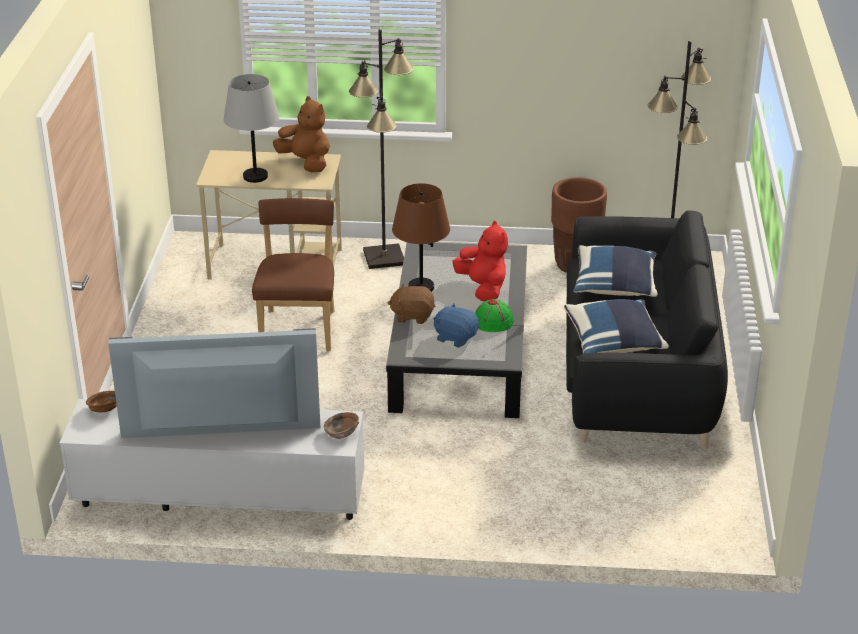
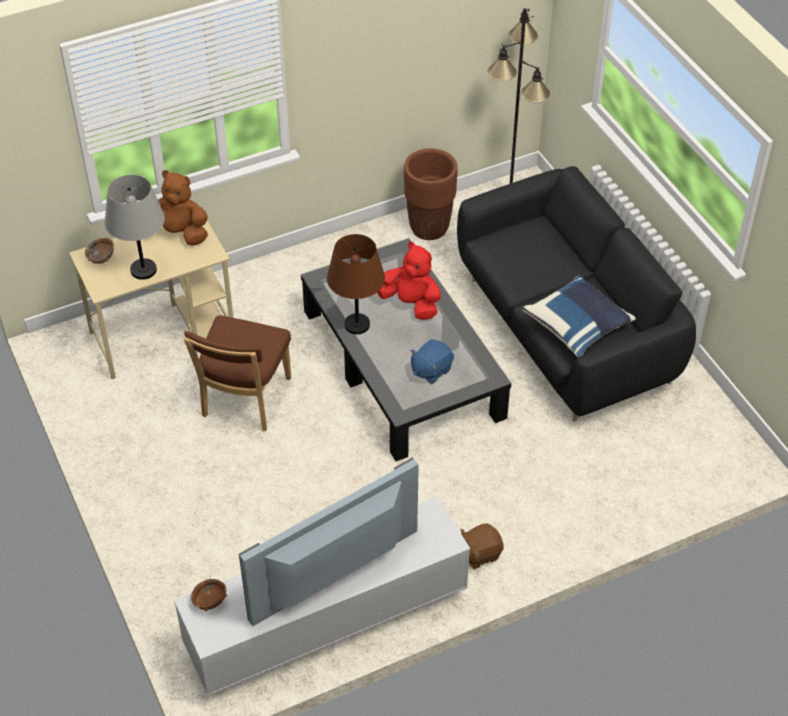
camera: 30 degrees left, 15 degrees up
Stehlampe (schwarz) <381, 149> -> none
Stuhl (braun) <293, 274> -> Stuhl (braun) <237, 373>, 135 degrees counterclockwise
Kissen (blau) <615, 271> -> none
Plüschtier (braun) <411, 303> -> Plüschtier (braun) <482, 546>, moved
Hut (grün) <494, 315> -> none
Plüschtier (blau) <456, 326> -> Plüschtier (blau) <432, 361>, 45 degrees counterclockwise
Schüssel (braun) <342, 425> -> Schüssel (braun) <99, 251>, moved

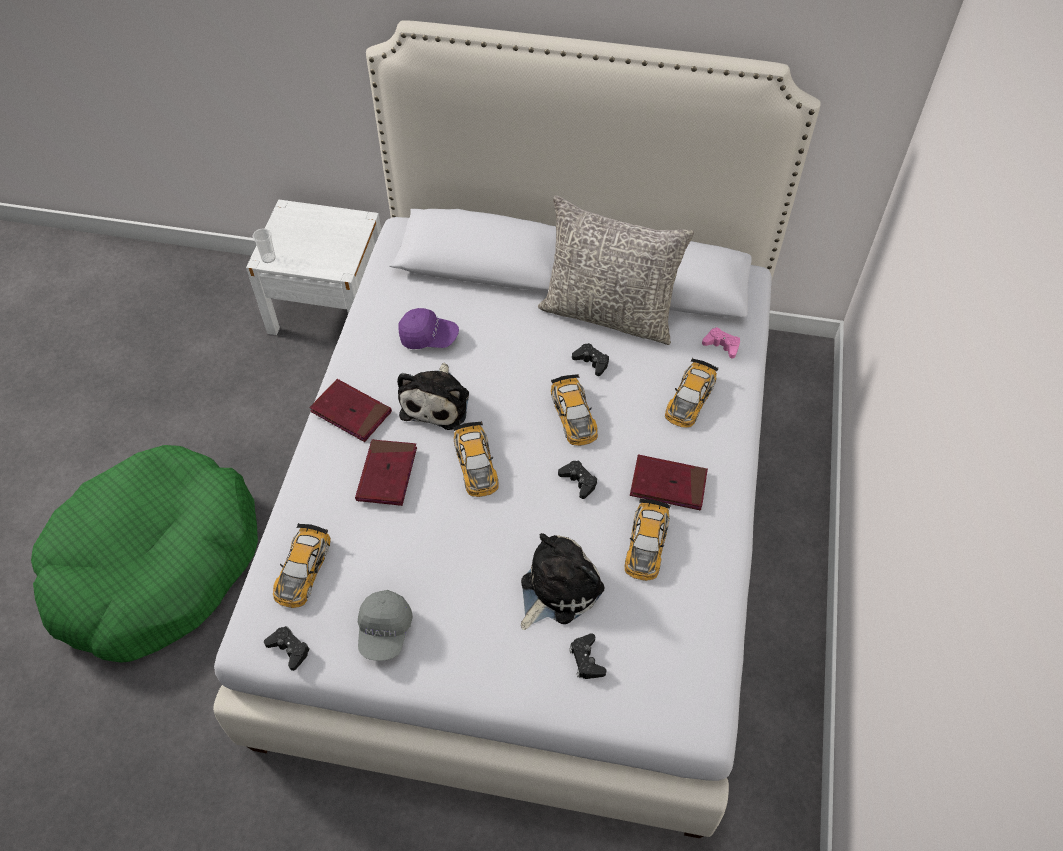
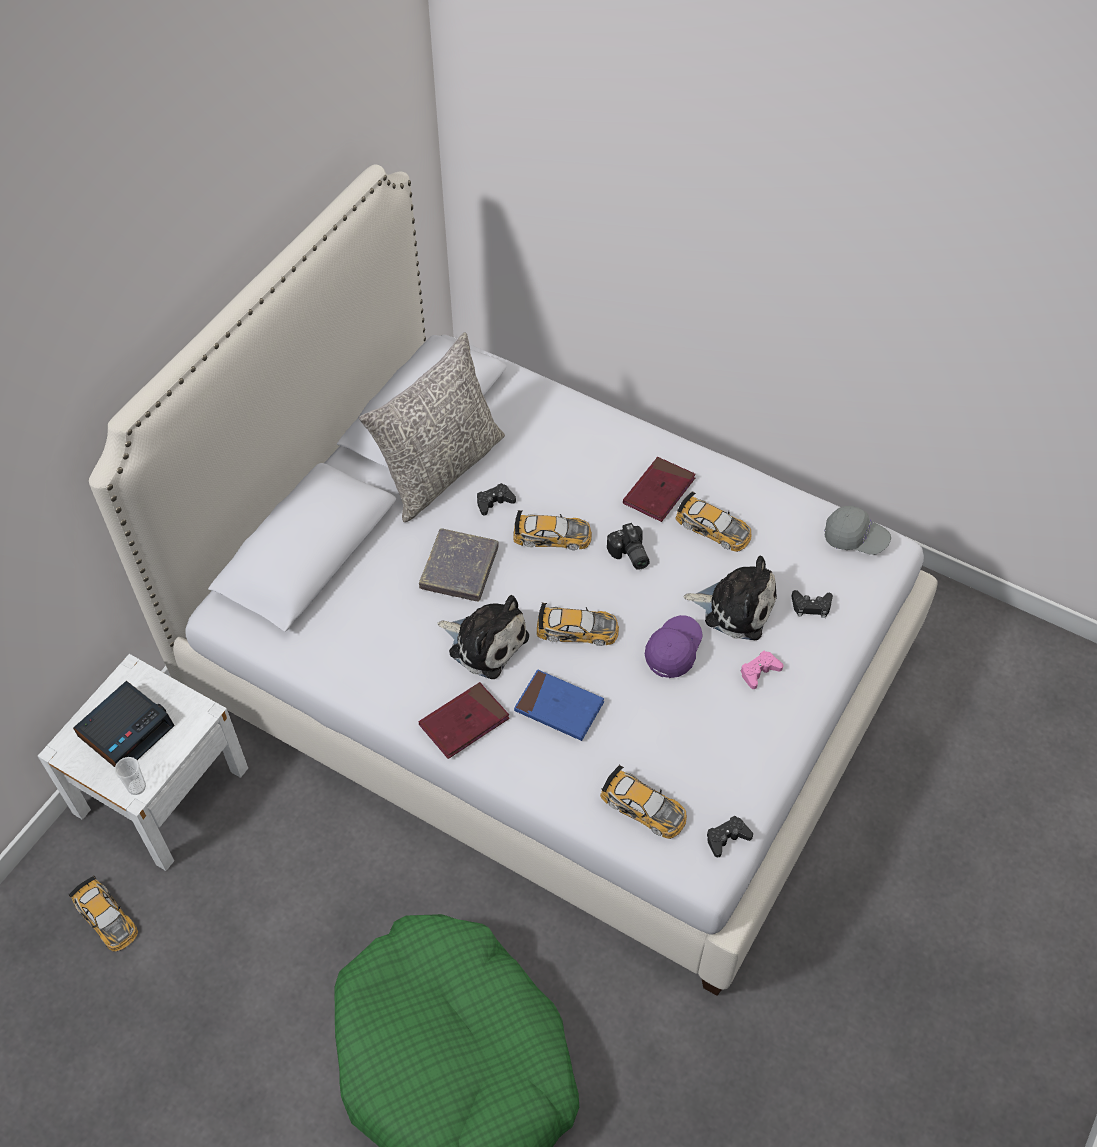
camera: 70 degrees left, 0 degrees up
Kappe (lila) <428, 328> -> Kappe (lila) <674, 646>, moved
Gamepad (rosa) <721, 342> -> Gamepad (rosa) <762, 670>, moved
Spielzeugauto <691, 393> -> Spielzeugauto <103, 913>, moved
Buch (rot) <386, 472> -> Buch (blau) <559, 705>
Gamepad (schwarz) <577, 479> -> Kamera <628, 546>
Plüschtier <562, 581> -> Plüschtier <730, 598>, 135 degrees clockwise
Kappe (grau) <385, 625> -> Kappe (grau) <857, 530>, moved
none -> Buch (grau) <459, 564>
none -> Wecker <124, 724>

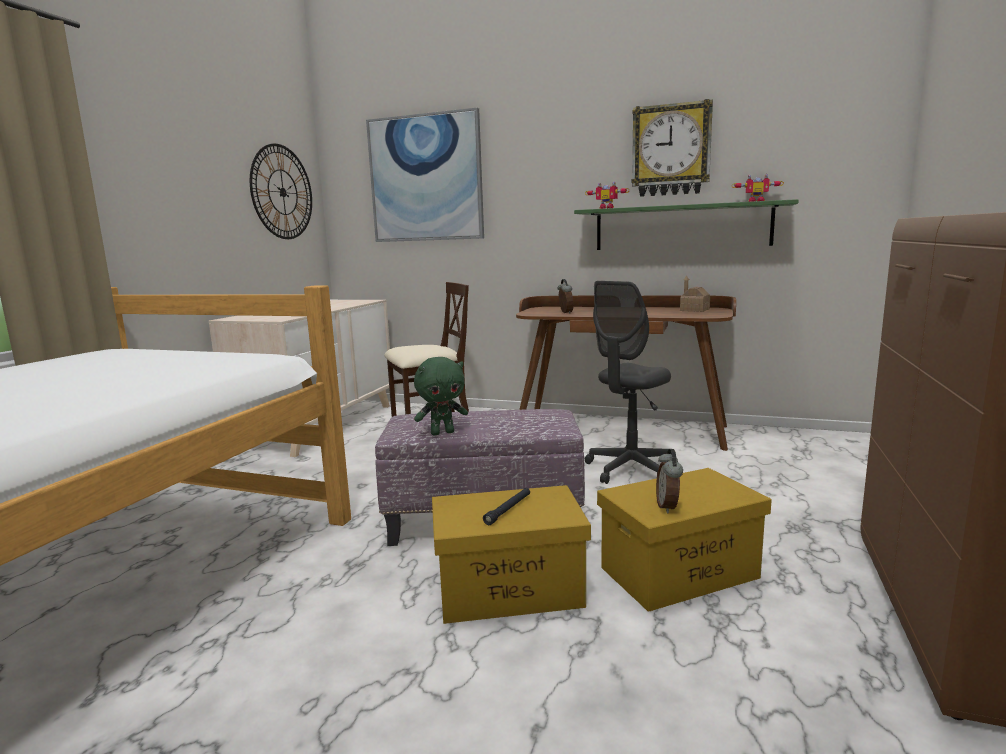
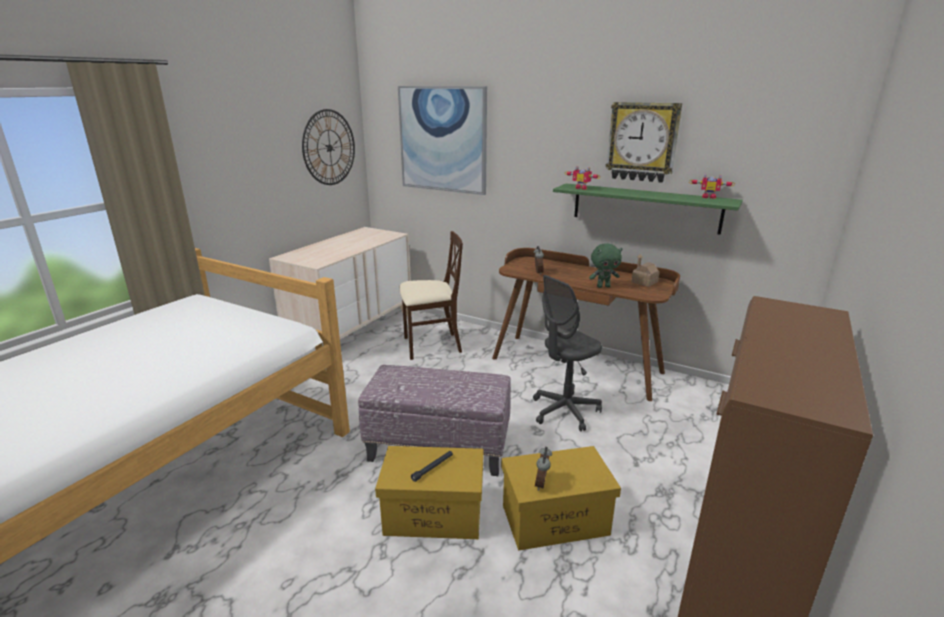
camera: 10 degrees right, 10 degrees up
Plüschtier (grün) <441, 396> -> Plüschtier (grün) <606, 265>, moved

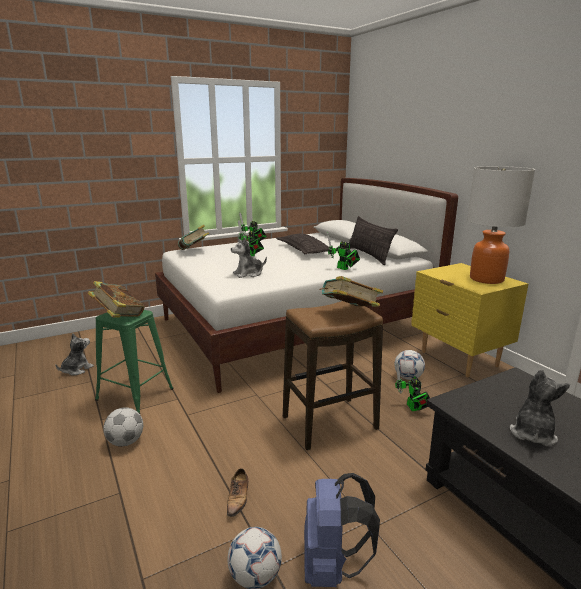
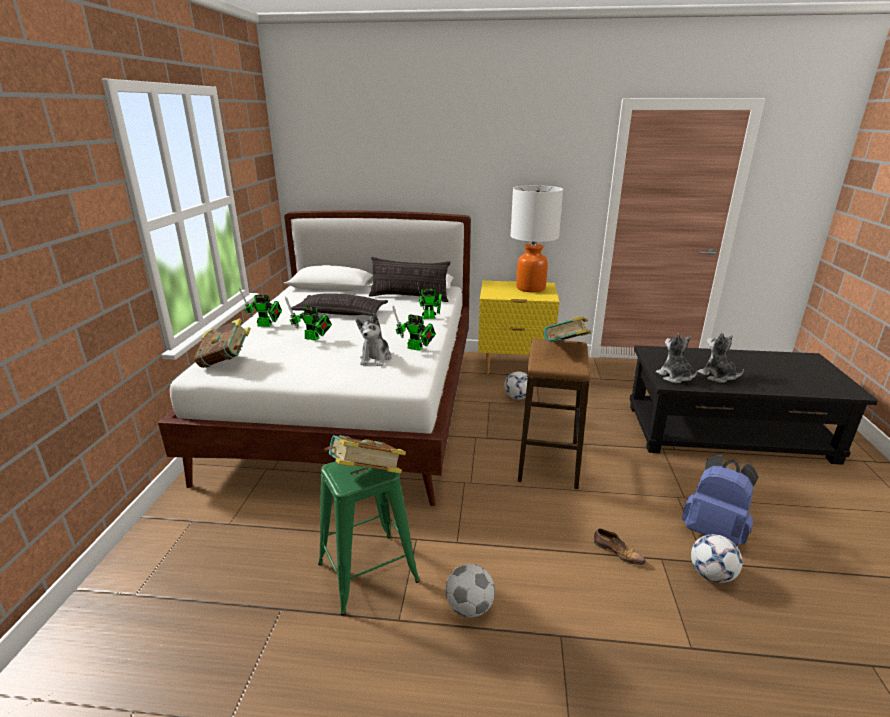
camera: 55 degrees left, 5 degrees up
Plüschtier <74, 354> -> Plüschtier <676, 358>, moved
Spielzeugroboter <412, 387> -> Spielzeugroboter <414, 328>, moved

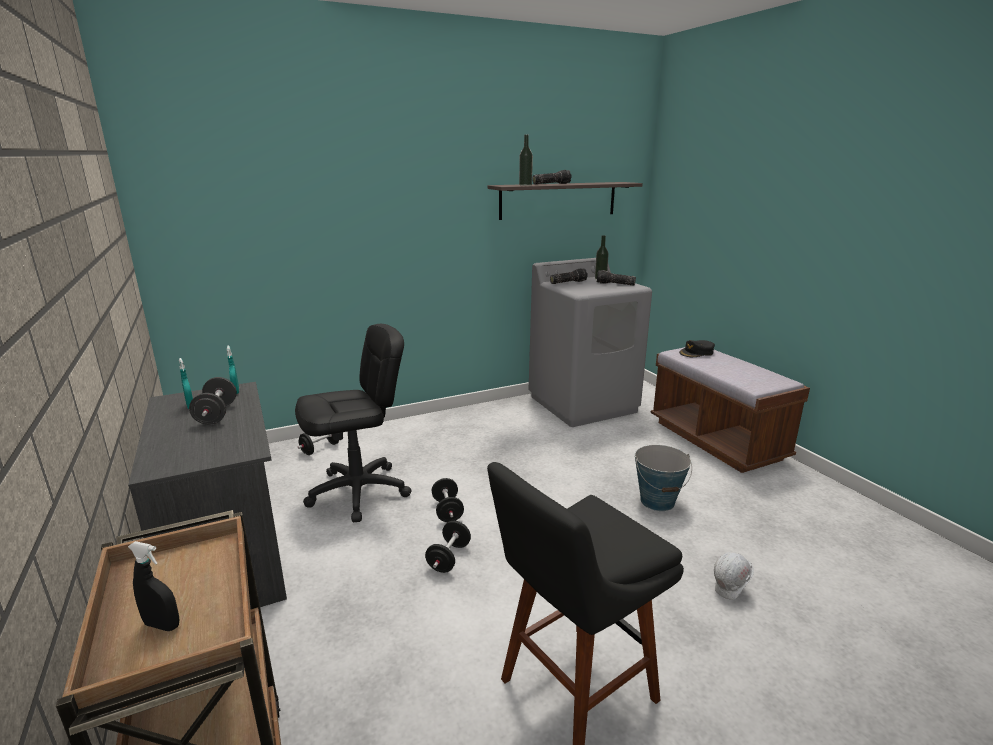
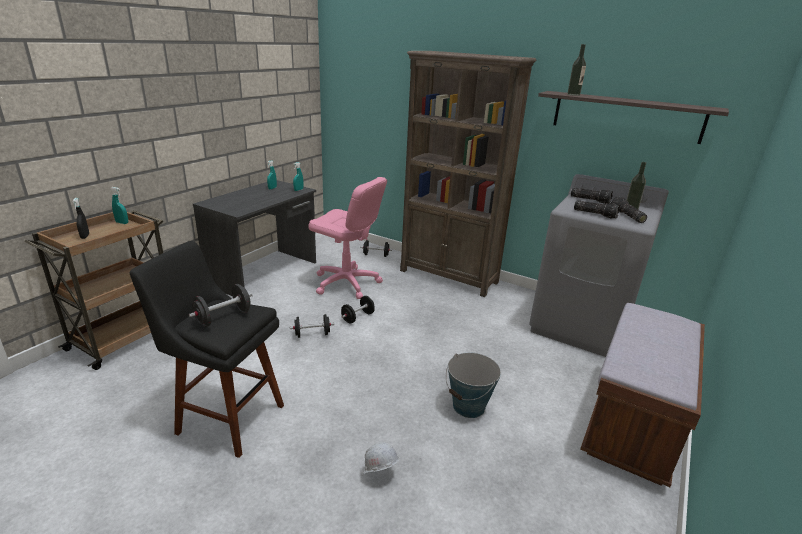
camera: 55 degrees right, 5 degrees up
Taschenlampe <552, 177> -> Taschenlampe <597, 209>, moved
Bürostuhl (schwarz) <353, 423> -> Bürostuhl (rosa) <347, 238>
Kappe (schwarz) <697, 348> -> none
Hantel (schwarz) <213, 401> -> Hantel (schwarz) <221, 305>, moved
none -> Bücherregal (braun) <468, 174>
none -> Sprühflasche (türkis) <119, 205>

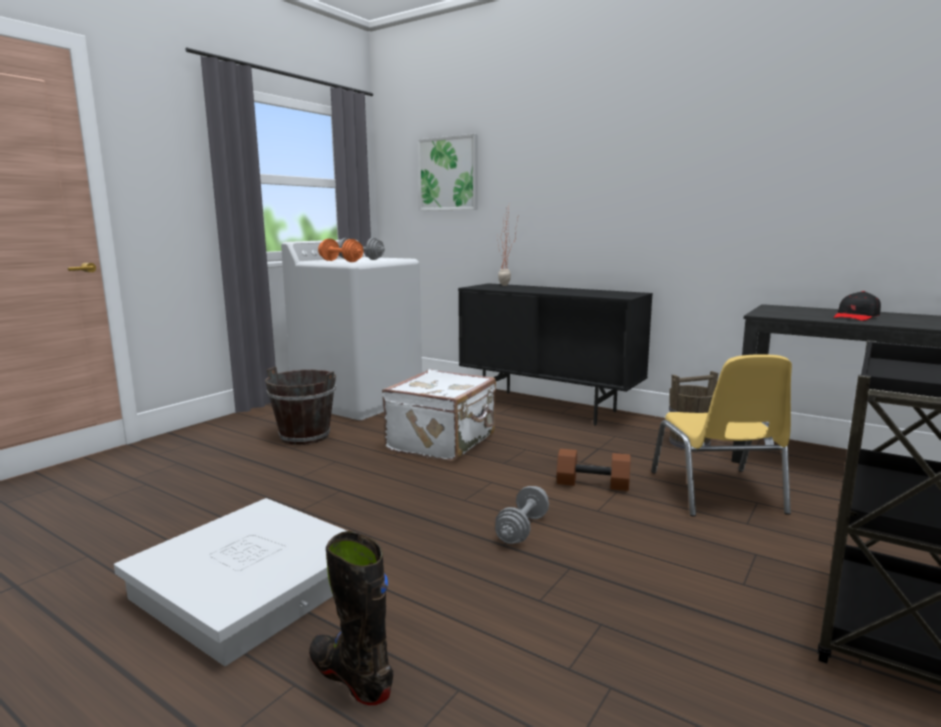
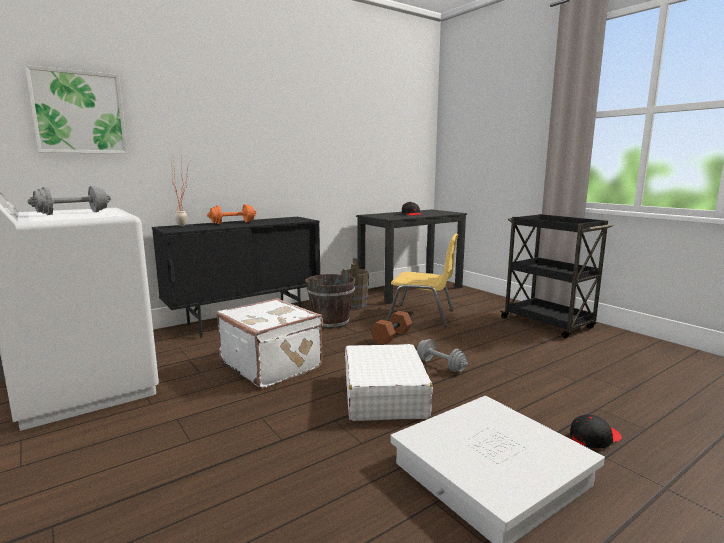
camera: 70 degrees left, 0 degrees up
Hantel (orange) <341, 250> -> Hantel (orange) <232, 214>, moved
Eimer (braun) <300, 406> -> Eimer (braun) <331, 299>, moved
Stiefel (schwarz) <351, 618> -> Kappe (schwarz) <596, 431>
none -> Koffer (weiß) <389, 382>

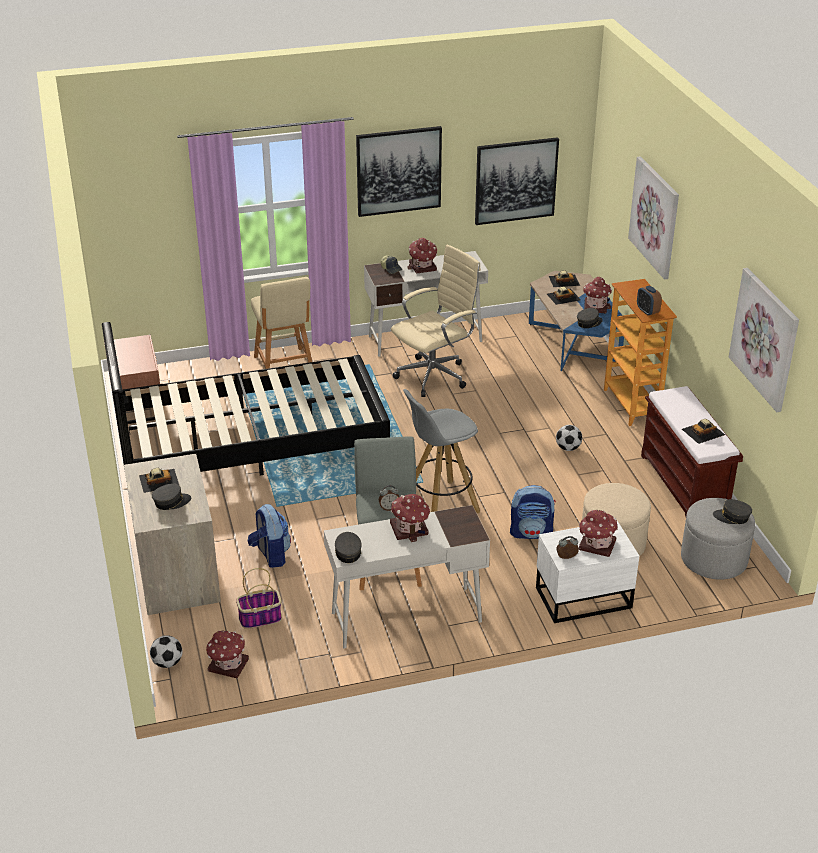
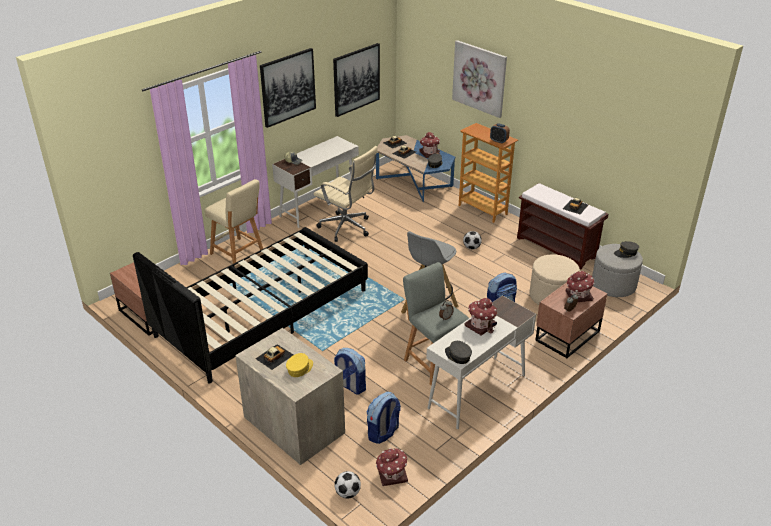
camera: 30 degrees left, 0 degrees up
Spielzeughaus <422, 256> -> none
Bürostuhl (beige) <436, 320> -> Bürostuhl (beige) <346, 194>, 105 degrees clockwise
Bild <764, 340> -> none
Kappe (grau) <171, 496> -> Kappe (gelb) <299, 365>
Nachttisch (weiß) <587, 572> -> Nachttisch (braun) <571, 320>
Korb <259, 598> -> Rucksack <384, 418>

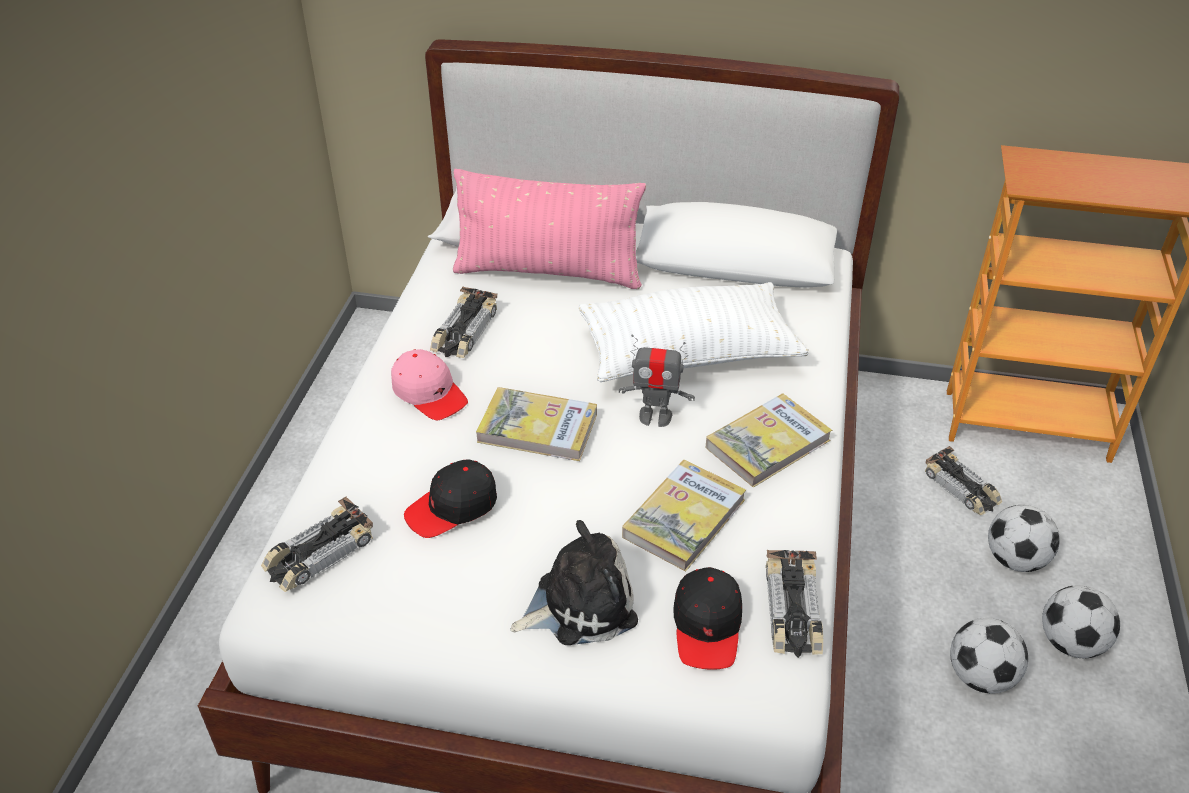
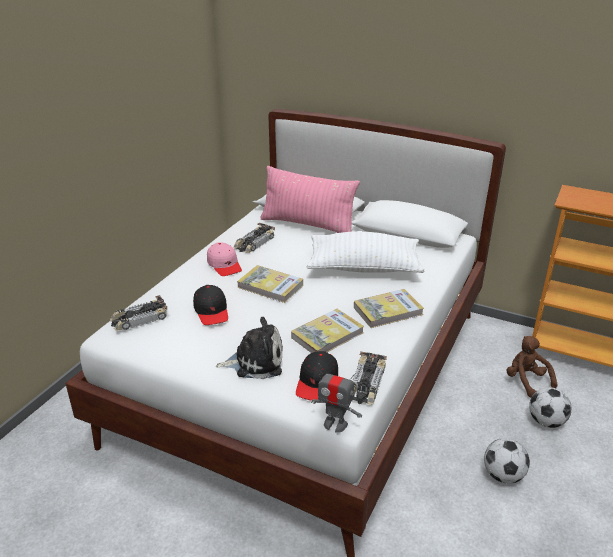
camera: 15 degrees right, 10 degrees down
Spielzeugroboter <657, 380> -> Spielzeugroboter <336, 398>, moved
Spielzeugauto <963, 480> -> Plüschtier (braun) <532, 366>
Kappe (schwarz) <450, 498> -> Kappe (schwarz) <210, 305>, 90 degrees counterclockwise
Fußball <1081, 621> -> none

